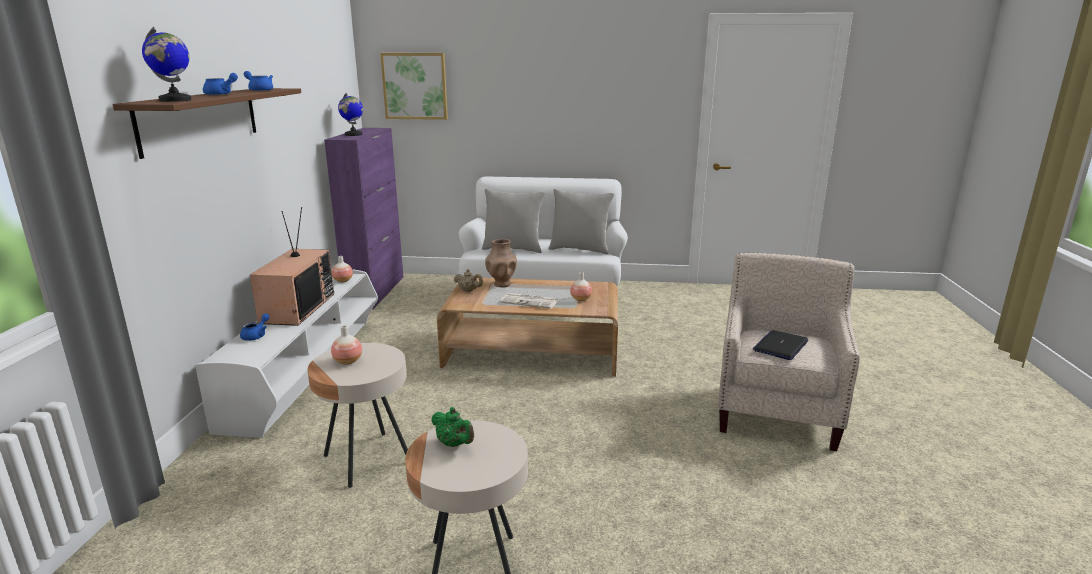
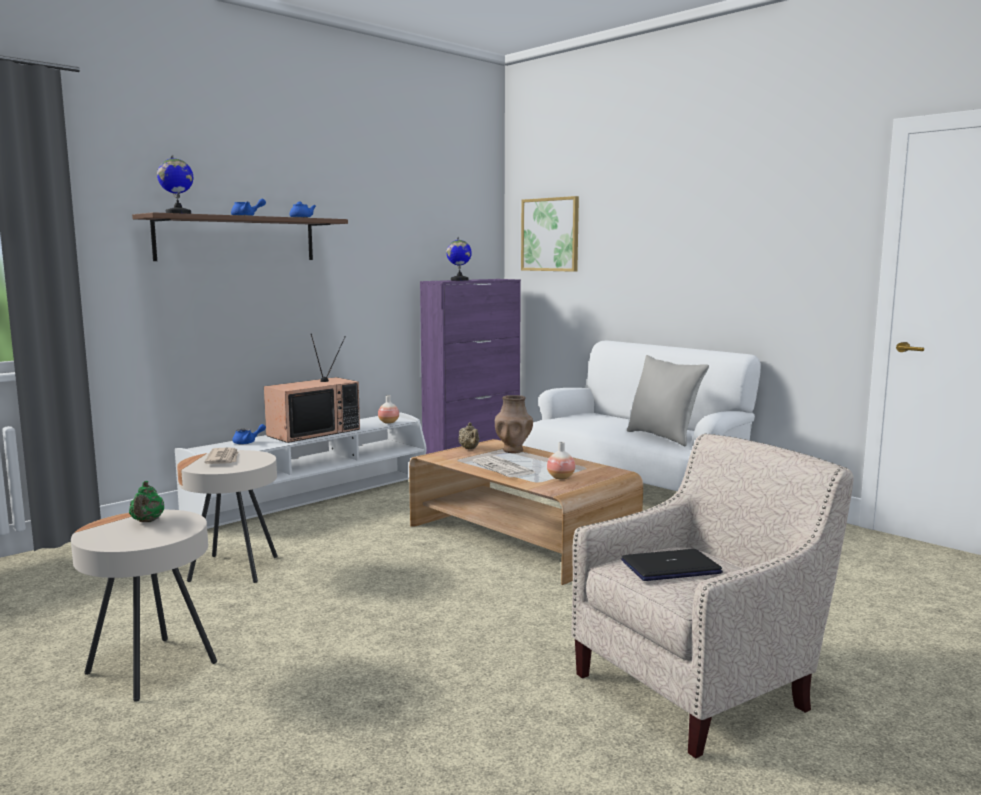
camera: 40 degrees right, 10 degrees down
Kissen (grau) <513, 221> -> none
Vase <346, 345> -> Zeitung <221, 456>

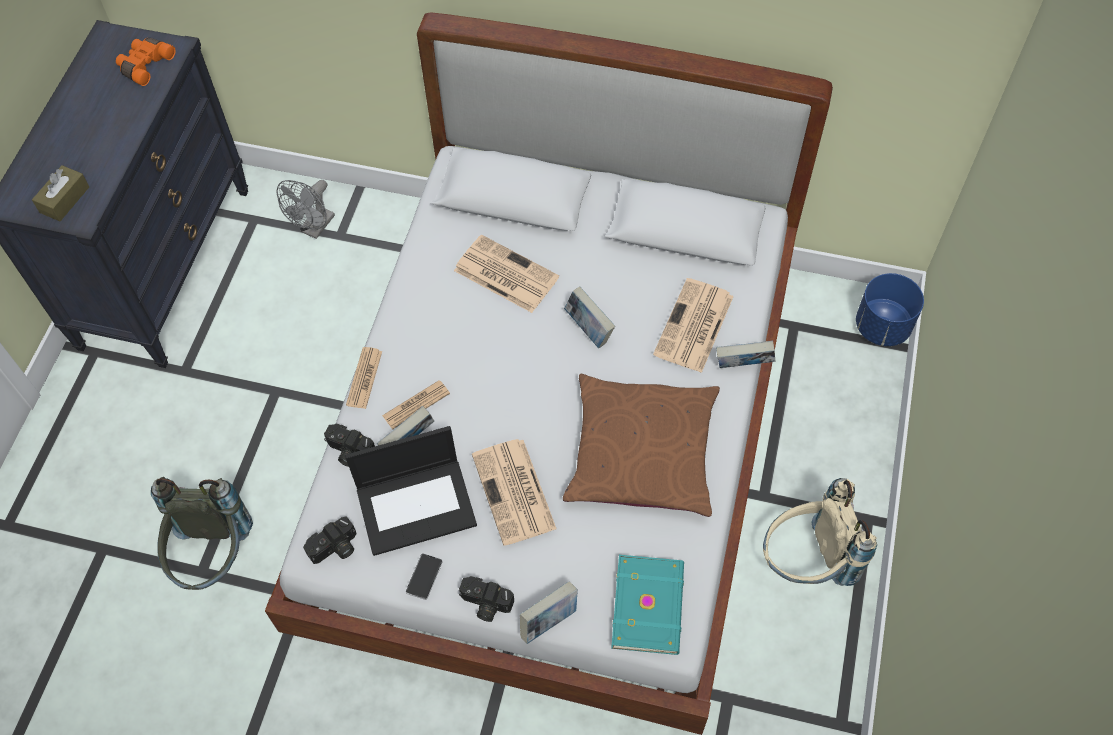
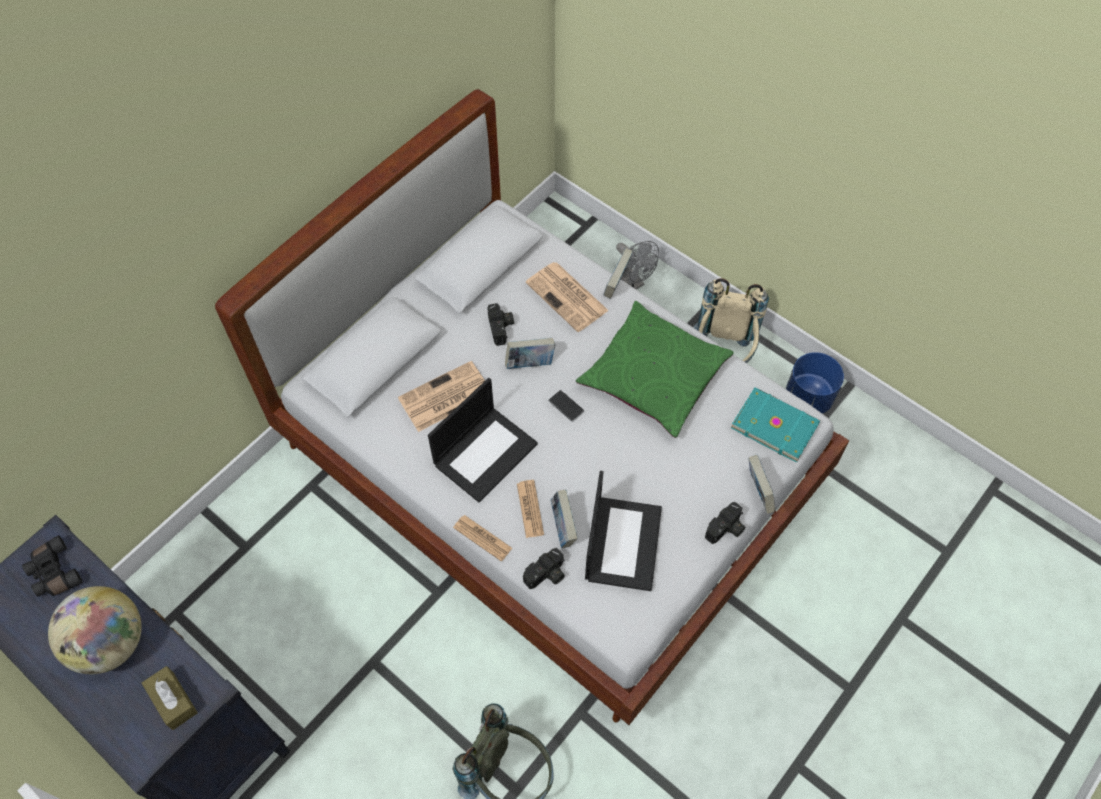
camera: 65 degrees left, 0 degrees up
Fernglas (orange) <146, 62> -> Fernglas (schwarz) <52, 566>
Ventilator (grau) <306, 209> -> Ventilator (grau) <637, 265>, moved
Pflanzkübel (blau) <890, 309> -> Pflanzkübel (blau) <815, 383>, moved
Kissen (braun) <641, 445> -> Kissen (grün) <655, 369>
Zeitung <514, 492> -> none
Kamera <330, 540> -> Kamera <501, 324>, moved
Handy <424, 576> -> Handy <566, 406>, moved
none -> Laptop <483, 440>
none -> Globus <95, 630>

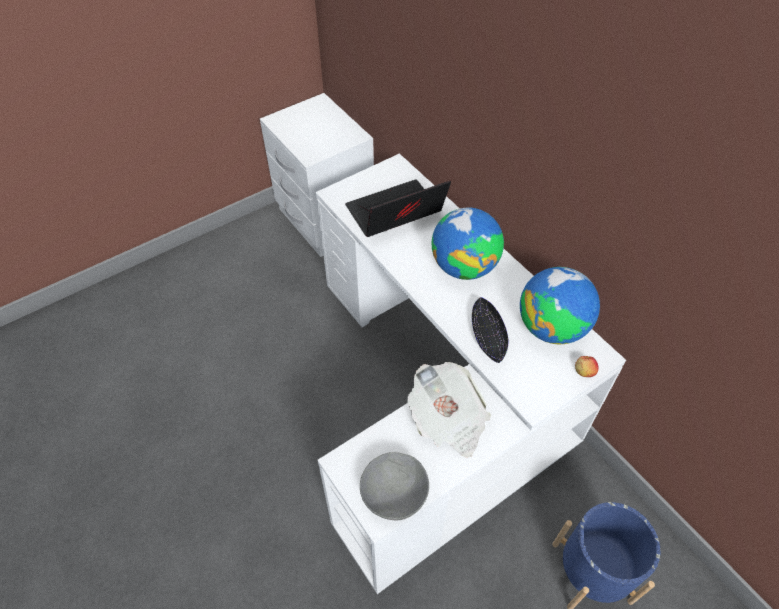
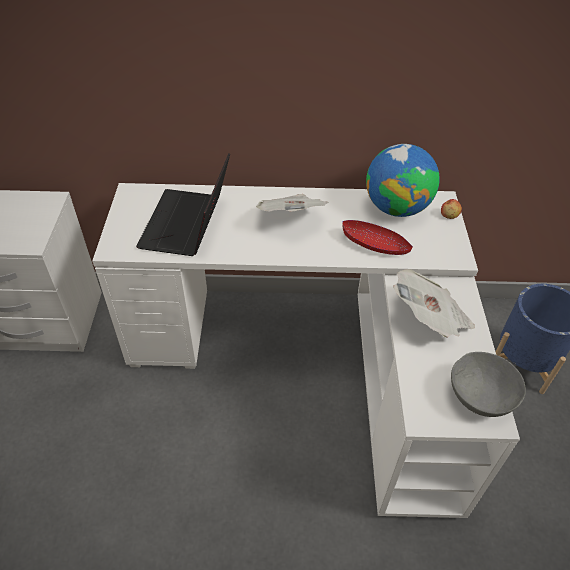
camera: 55 degrees left, 5 degrees down
Globus <468, 243> -> Zeitung <292, 203>
Schüssel (schwarz) <490, 330> -> Schüssel (rot) <377, 237>

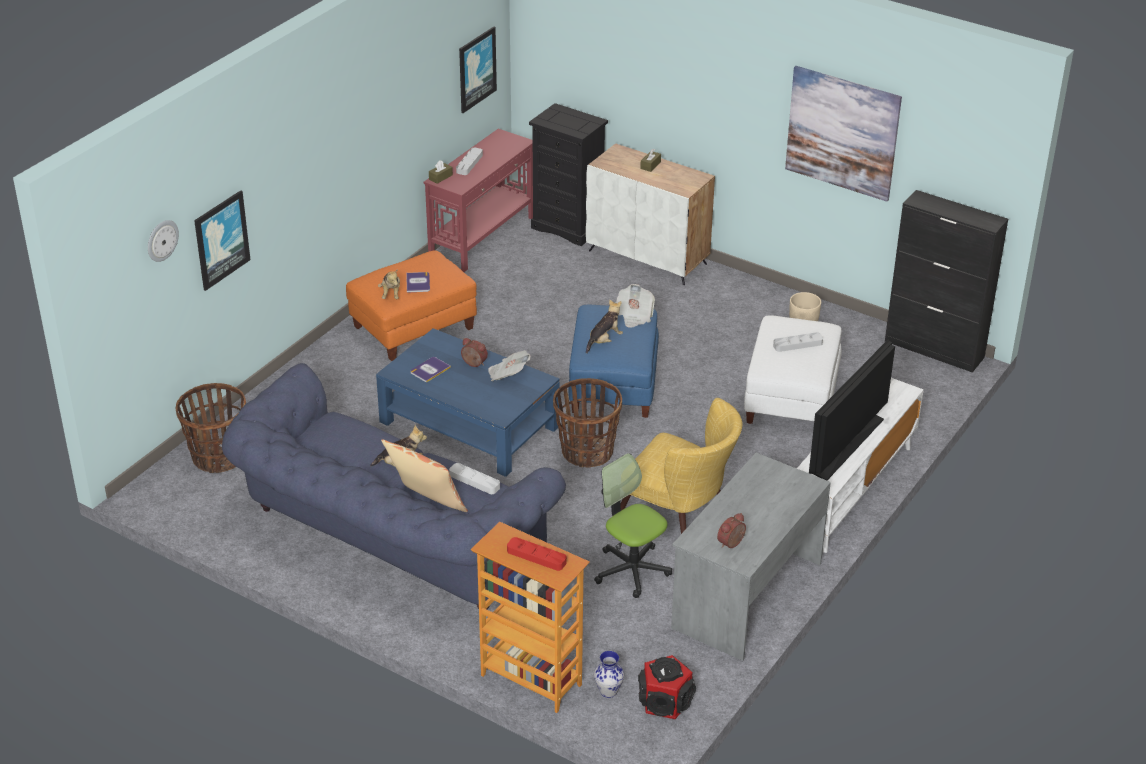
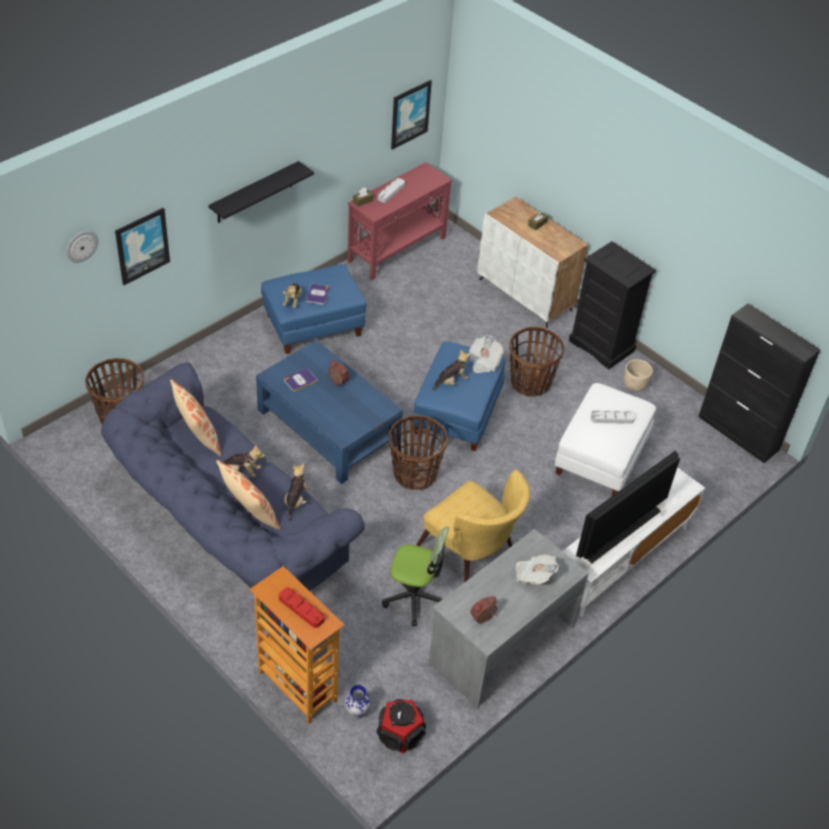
camera: 10 degrees right, 10 degrees up
Bild <843, 134> -> none
Kommode (schwarz) <568, 174> -> Kommode (schwarz) <612, 305>, moved
Polsterhocker (orange) <411, 305> -> Polsterhocker (blau) <313, 309>
Zeitung <509, 365> -> Zeitung <537, 569>, moved
Bürostuhl <633, 525> -> Bürostuhl <415, 577>, 135 degrees clockwise
Tablett (grau) <474, 478> -> Plüschtier <297, 492>
none -> Wandregal (schwarz) <261, 192>
none -> Korb <537, 362>
none -> Kissen <195, 417>

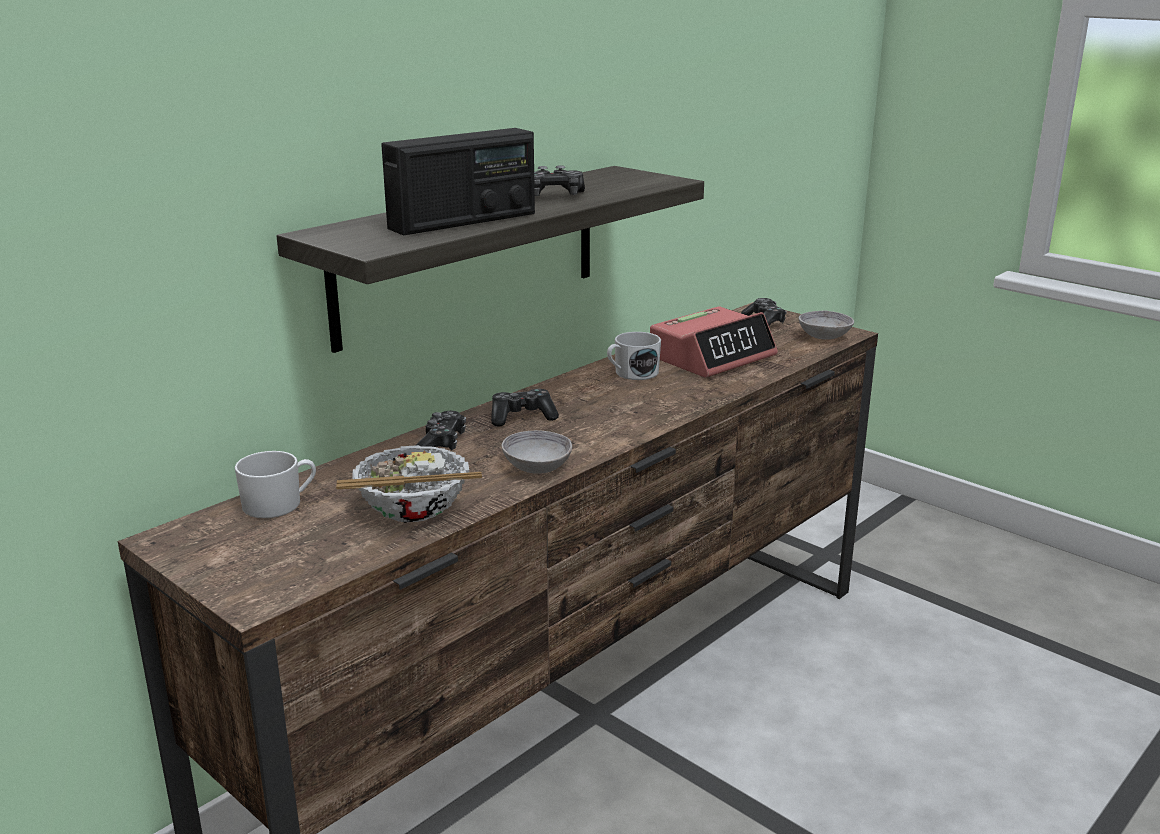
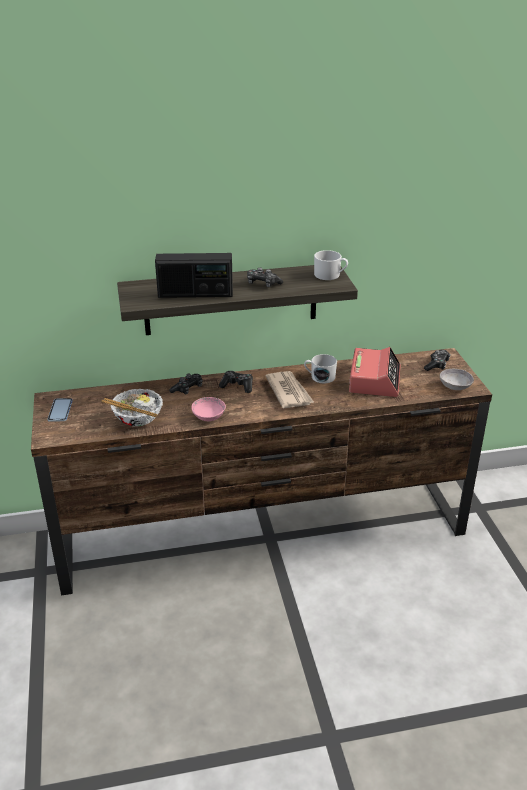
camera: 35 degrees right, 10 degrees up
Wecker <714, 342> -> Wecker <375, 372>, 75 degrees counterclockwise
Schüssel (grau) <537, 452> -> Schüssel (rosa) <208, 409>
Henkelbecher (weiß) <275, 484> -> Henkelbecher (weiß) <331, 265>, moved
none -> Zeitung <289, 389>
none -> Handy <60, 410>

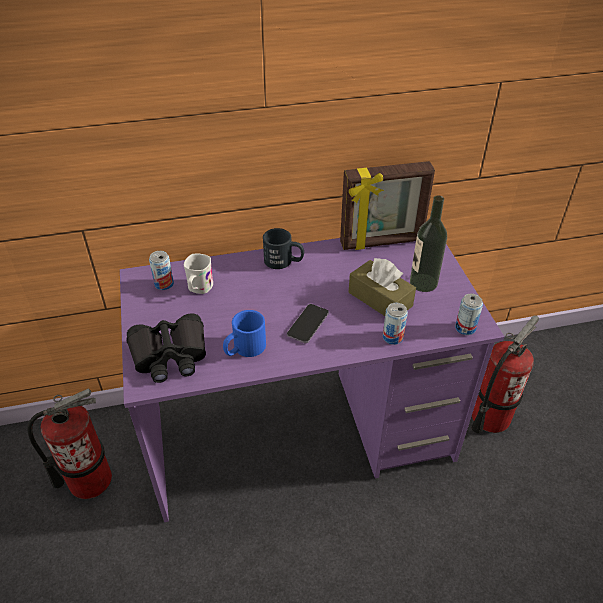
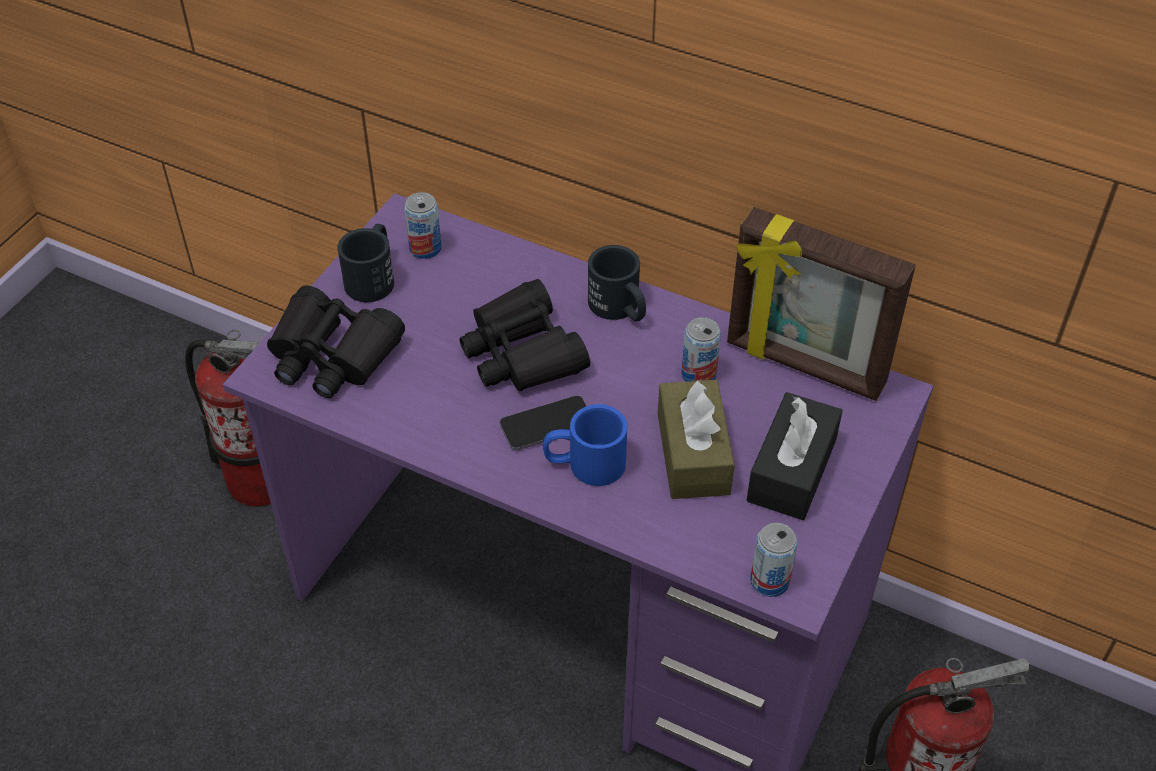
camera: 40 degrees right, 5 degrees up
Flasche <428, 243> -> Taschentuchbox (schwarz) <794, 456>
Henkelbecher (weiß) <198, 274> -> none
Dose <395, 324> -> Dose <701, 349>, moved
Henkelbecher (blau) <244, 333> -> Henkelbecher (blau) <585, 445>, moved
none -> Henkelbecher (schwarz) <365, 263>
none -> Fernglas (schwarz) <524, 335>

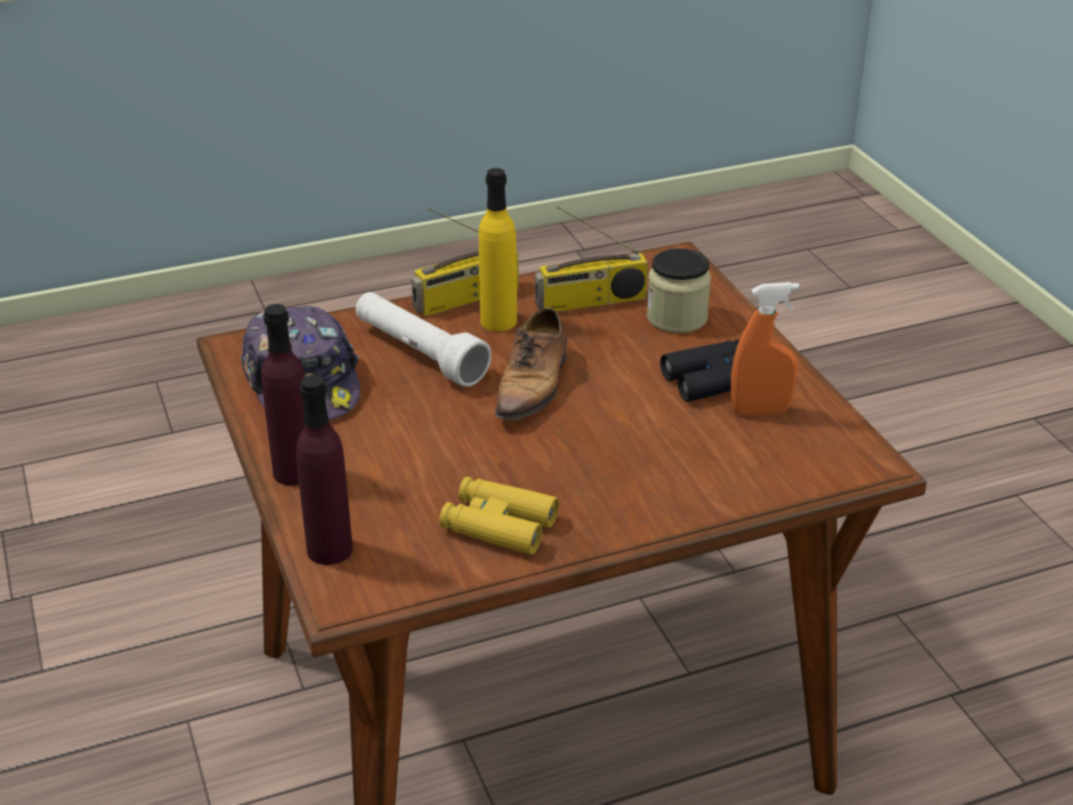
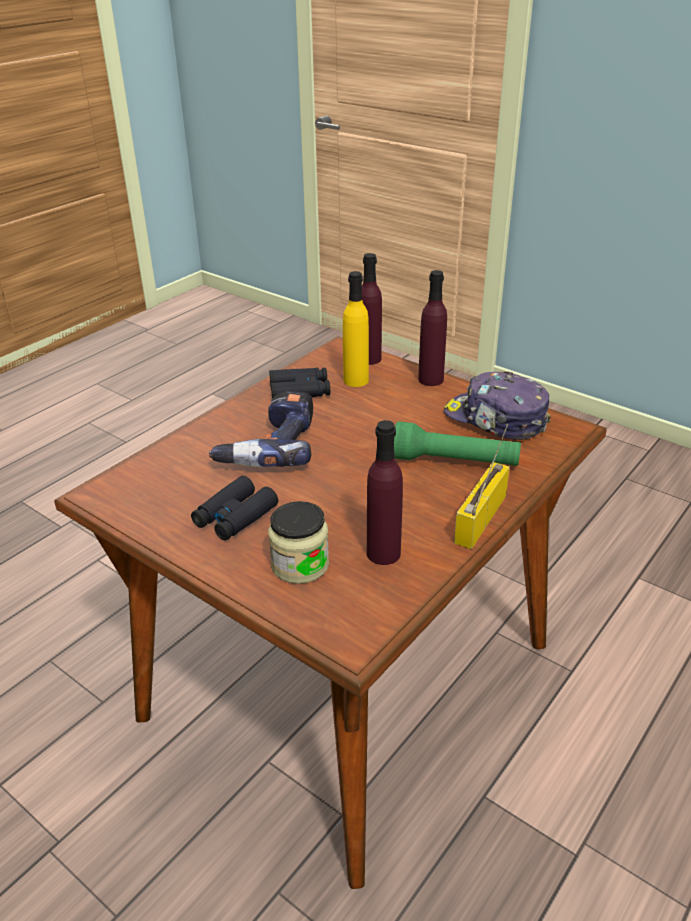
camera: 150 degrees right, 0 degrees up
Flasche (gelb) <498, 249> -> Flasche (gelb) <356, 329>, moved
Radio <591, 259> -> Flasche (lila) <385, 492>
Sprühflasche (orange) <765, 348> -> none
Taschenlampe (weiß) <423, 339> -> Taschenlampe (grün) <457, 443>
Schuh <531, 368> -> none
Fernglas (gelb) <499, 516> -> Fernglas (schwarz) <299, 383>
none -> Bohrmaschine <261, 429>

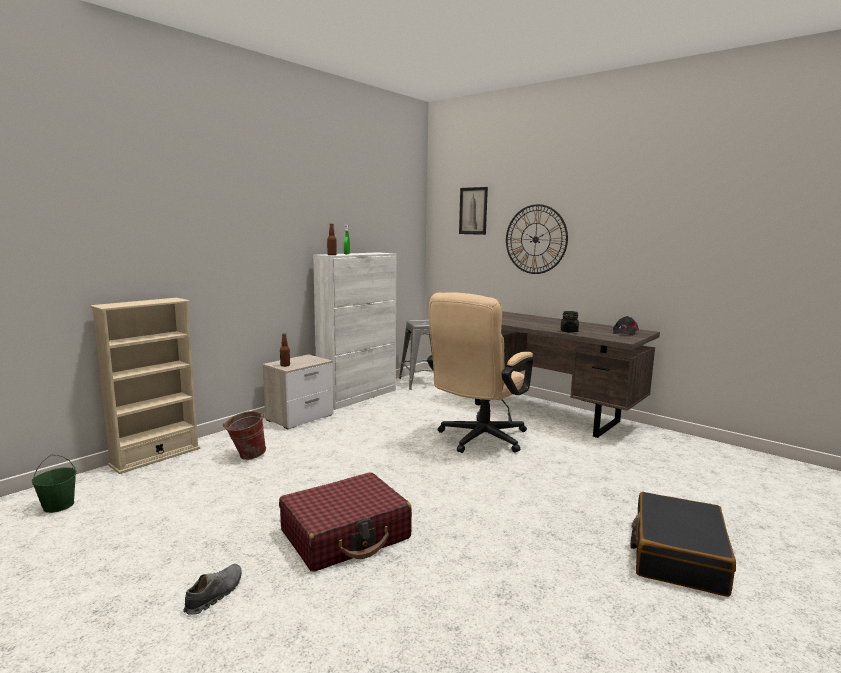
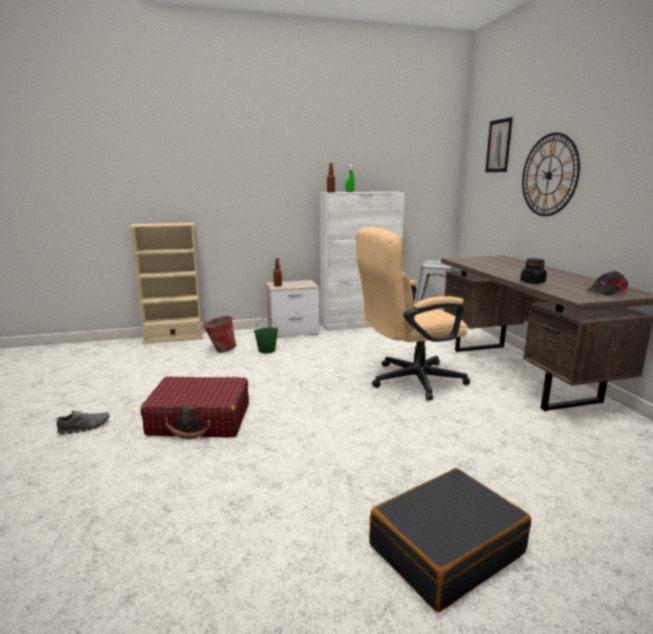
camera: 35 degrees right, 5 degrees up
Eimer (grün) <54, 484> -> Eimer (grün) <266, 335>, moved

